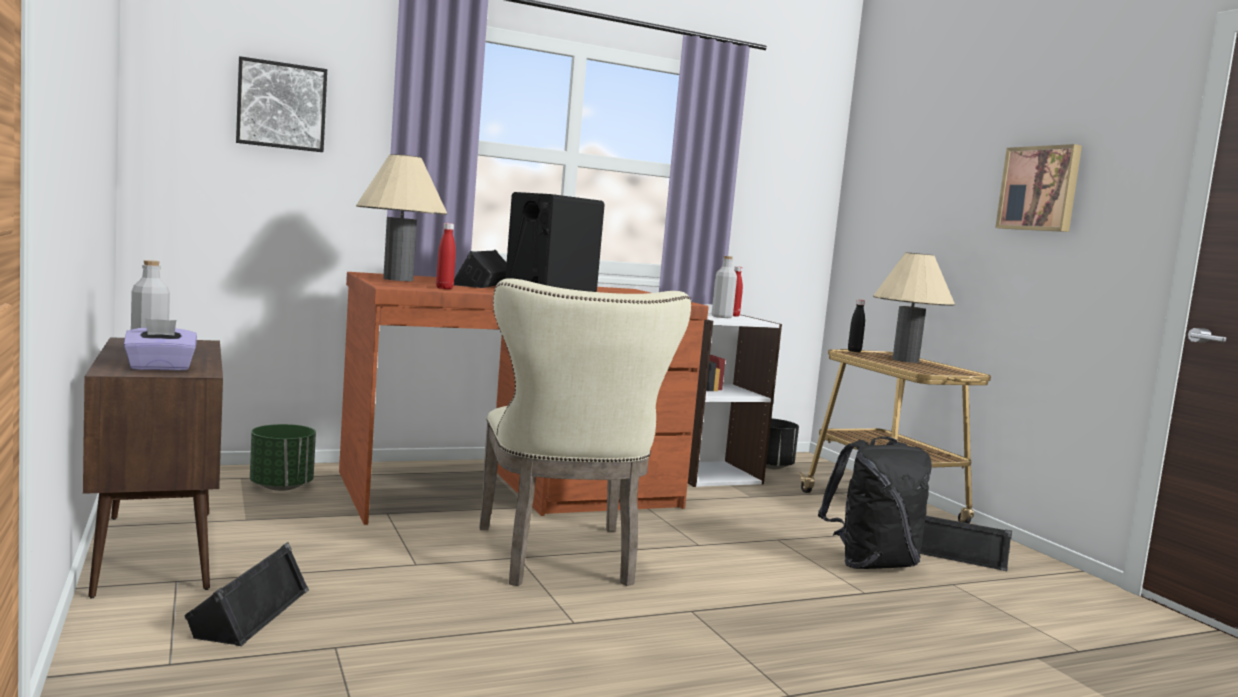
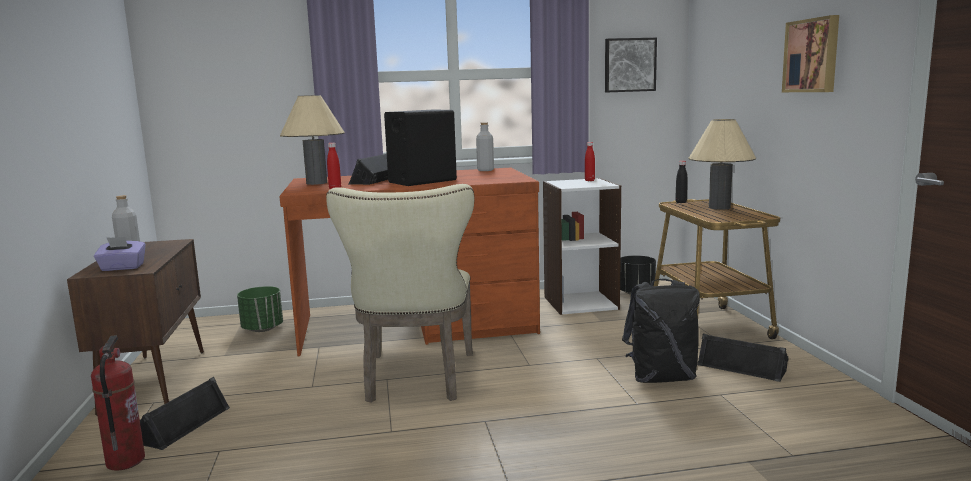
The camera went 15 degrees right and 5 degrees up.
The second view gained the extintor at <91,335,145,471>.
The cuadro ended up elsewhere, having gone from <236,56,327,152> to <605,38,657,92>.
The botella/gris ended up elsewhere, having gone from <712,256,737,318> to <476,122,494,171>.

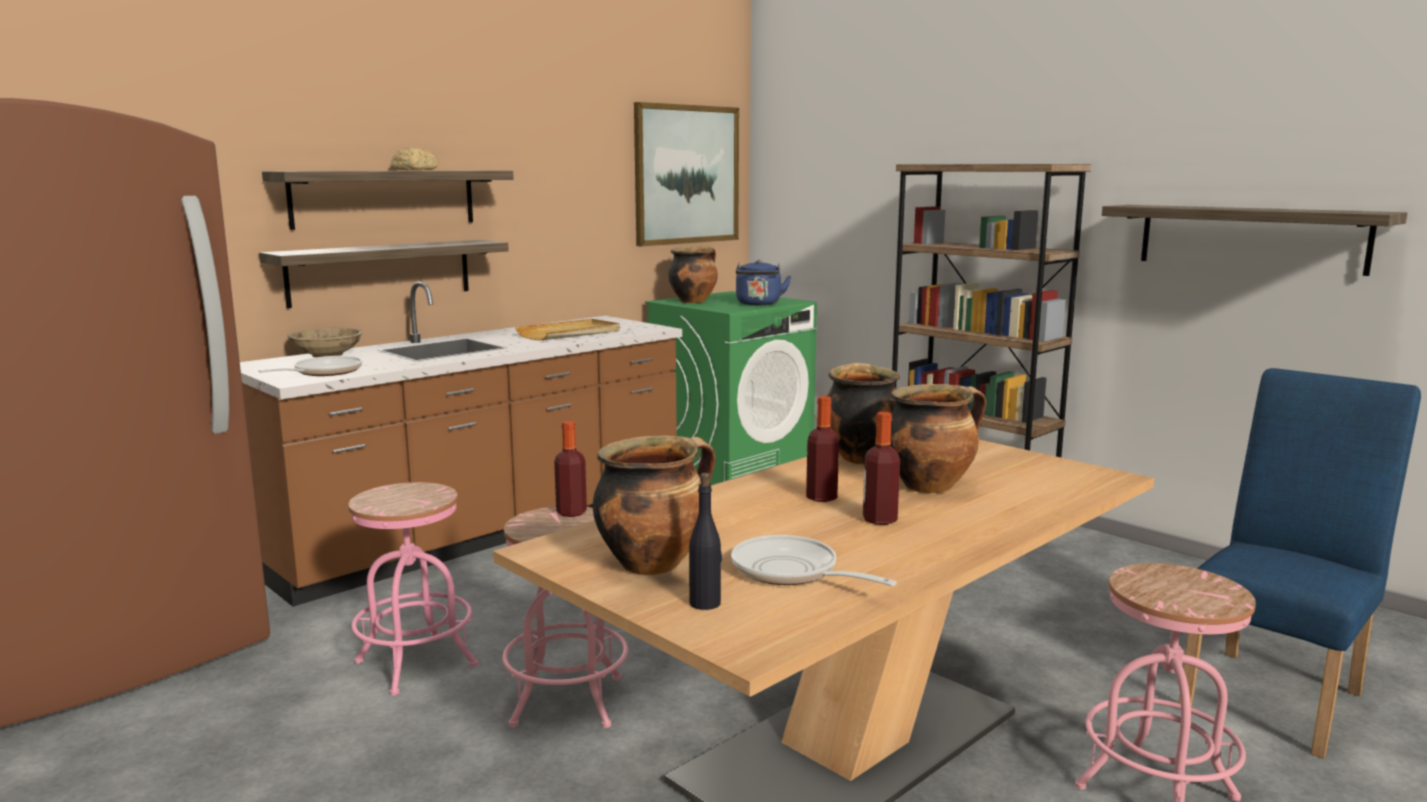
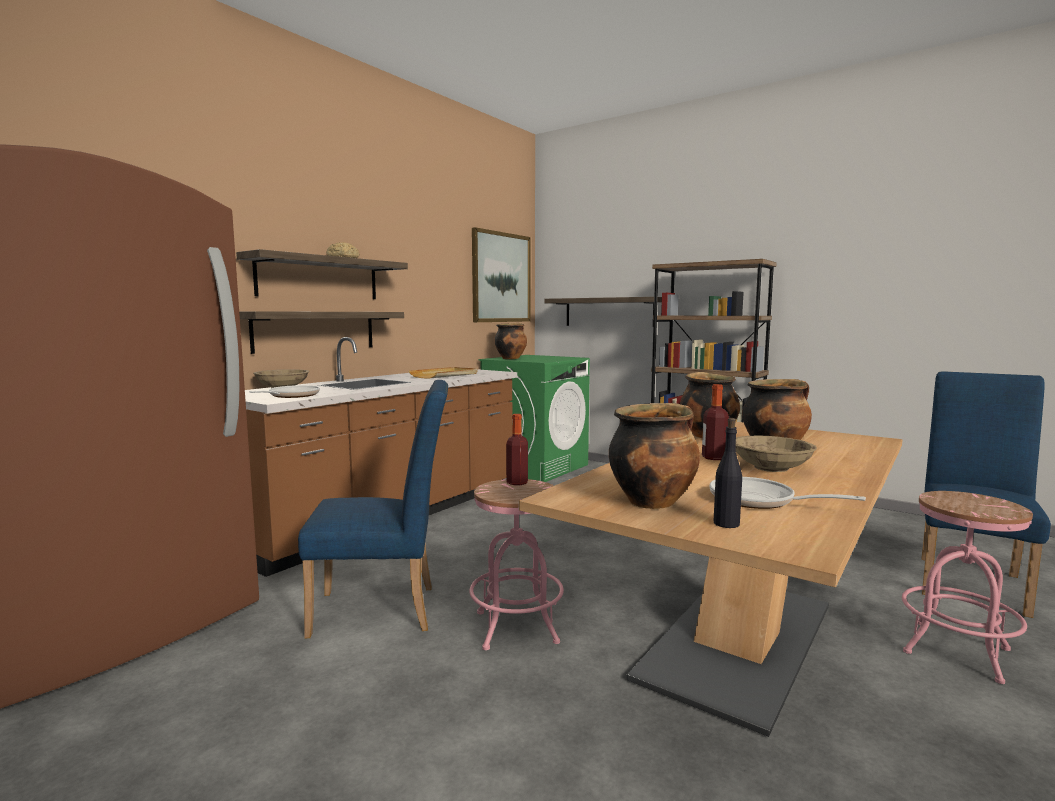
The camera went 10 degrees left and 5 degrees down.
The second view lost the hervidor/azul at <736,260,791,305>.
The estante ended up elsewhere, having gone from <1102,205,1407,276> to <544,297,662,326>.
Where the taburete/rosa stood at <348,482,478,696>, the silla/azul came to stand at <298,380,448,639>.
Where the botella stood at <863,412,900,525>, the cuenco/beis came to stand at <735,435,817,472>.

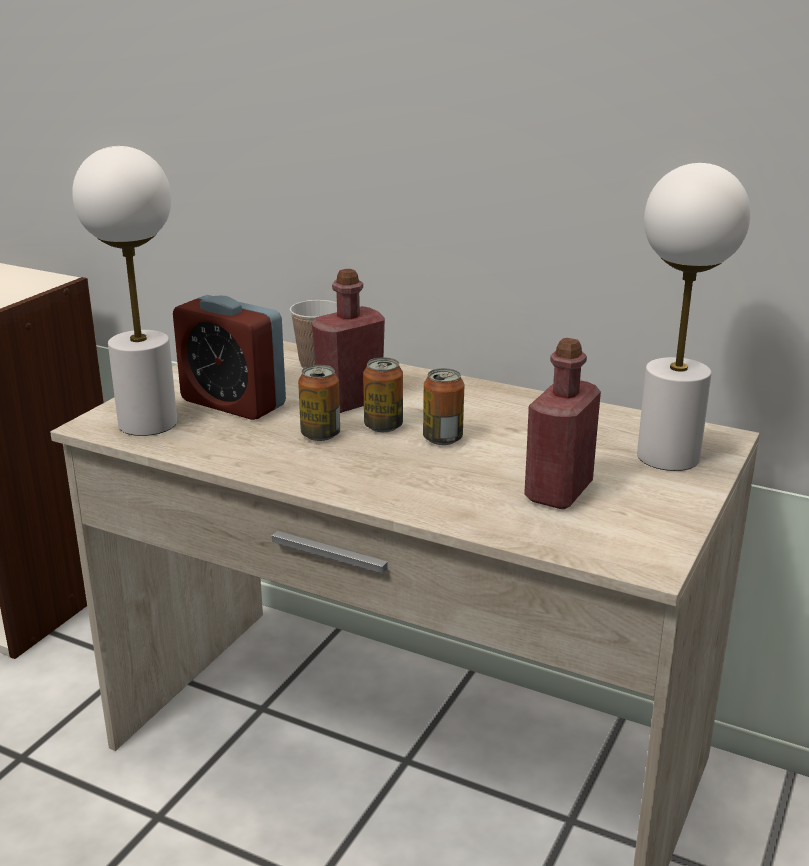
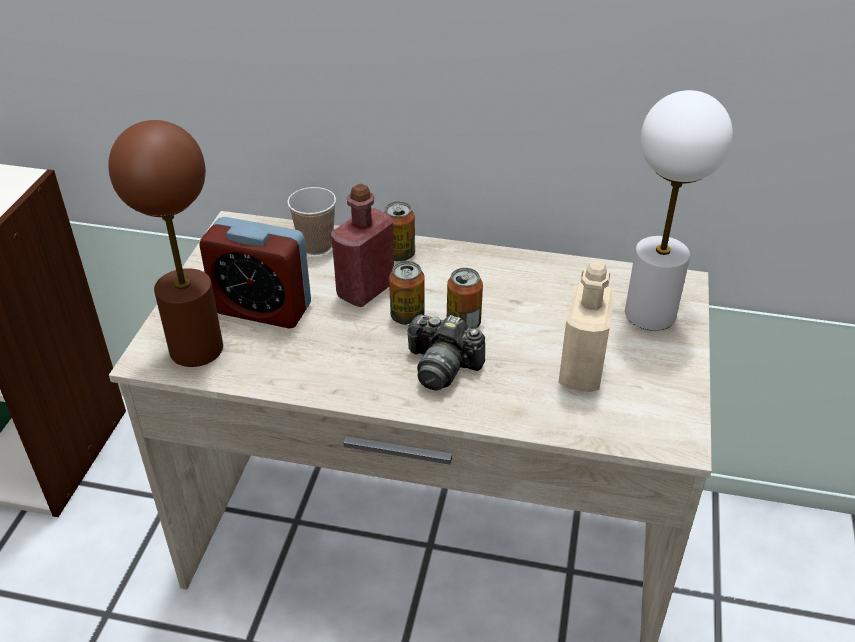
The camera went 15 degrees left and 15 degrees up.
The second view gained the cámara at <407,314,485,391>.
The lata ended up elsewhere, having gone from <298,365,340,441> to <384,202,415,262>.
What was the lámpara de mesa/blanco at <72,146,177,436> turned into the lámpara de mesa/marrón at <108,120,223,367>.
What was the botella/rojo at <524,338,601,509> turned into the botella/beis at <558,261,615,392>.

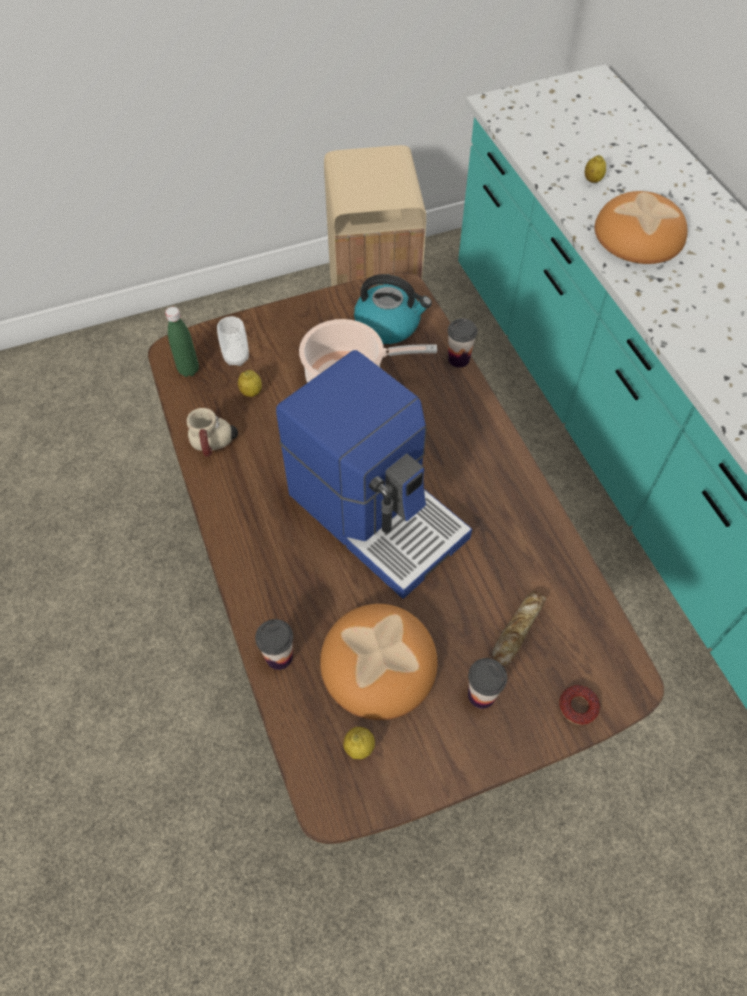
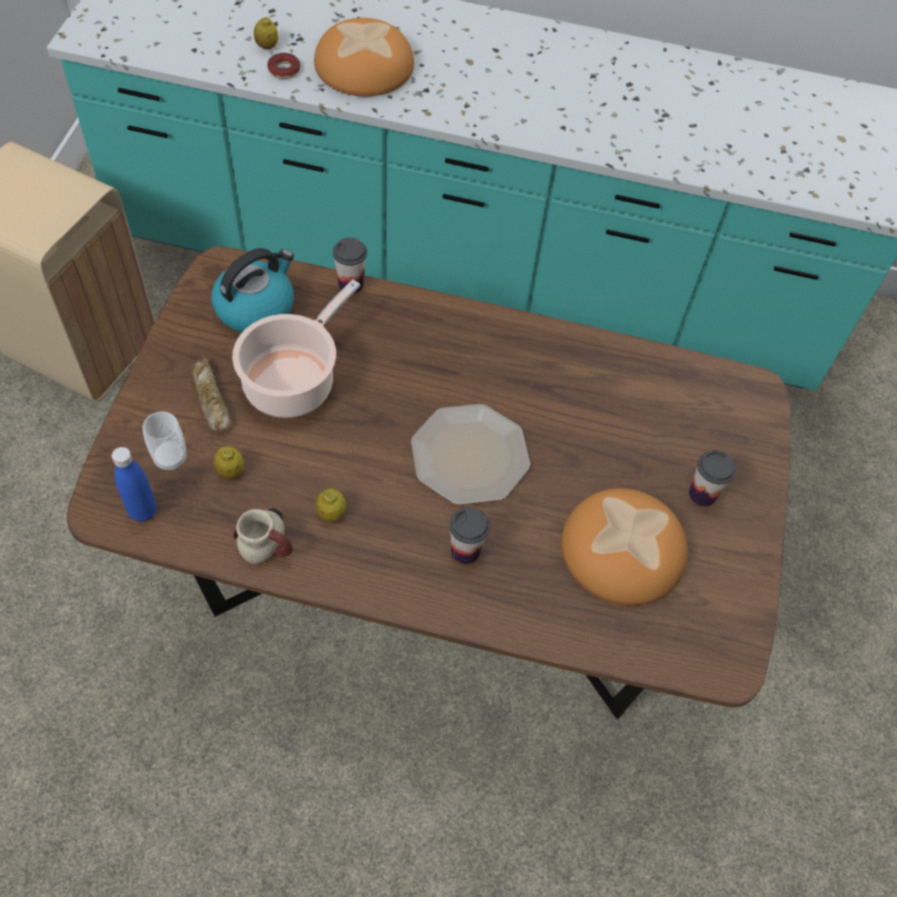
The camera went 60 degrees left and 0 degrees up.
The taza ended up elsewhere, having gone from <255,619,293,670> to <449,507,490,564>.
The limón ended up elsewhere, having gone from <343,727,375,759> to <315,488,346,522>.
The pan ended up elsewhere, having gone from <492,591,547,666> to <192,357,231,433>.
The rosquilla ended up elsewhere, having gone from <559,685,600,725> to <267,53,300,79>.
Where the cafetera stood at <276,350,472,599>, the plato came to stand at <411,404,530,505>.
What was the botella/verde at <165,307,199,377> turned into the botella/azul at <112,447,157,522>.

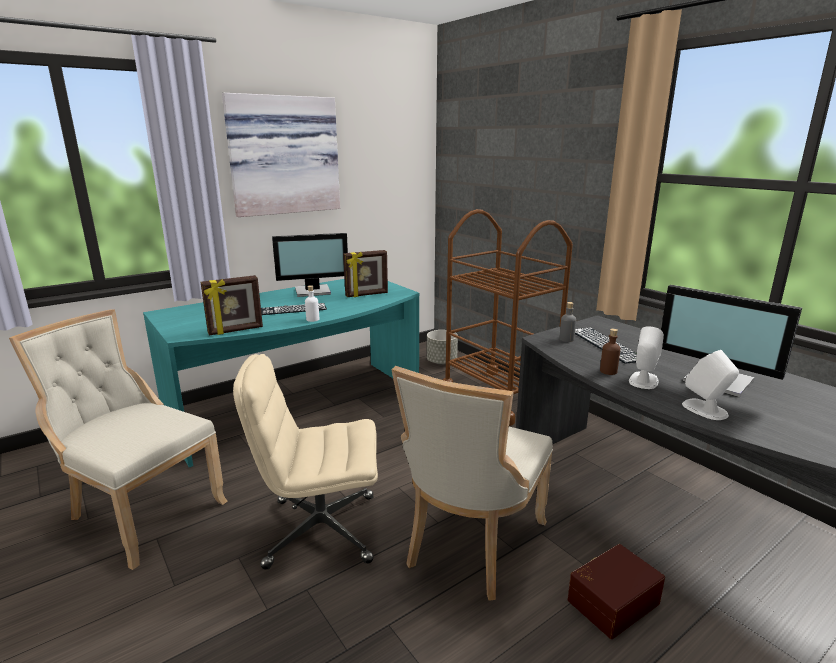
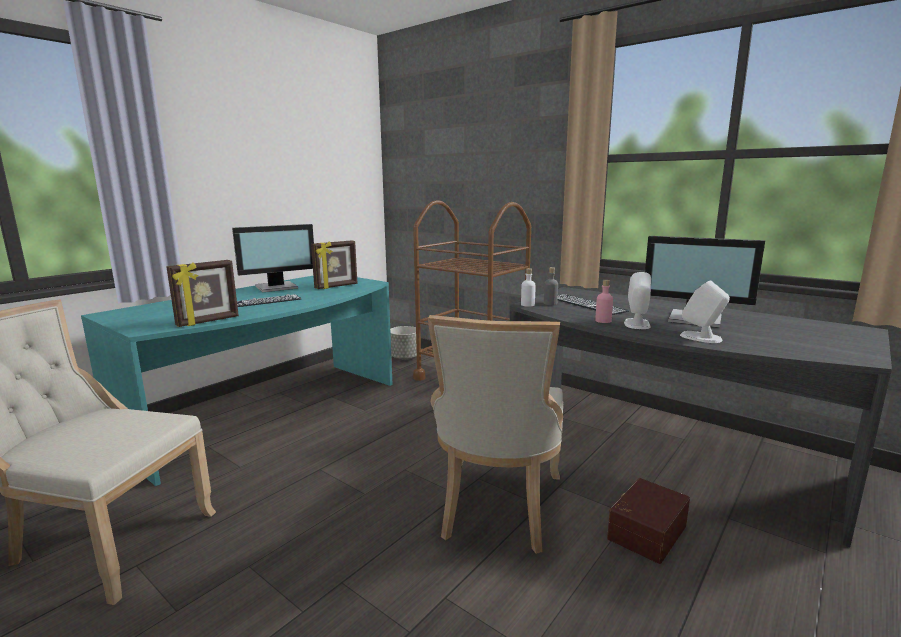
The camera went 15 degrees left and 5 degrees down.
The second view lost the cuadro at <222,93,340,217>.
The second view lost the silla de oficina/beis at <233,354,378,570>.
The botella/blanco ended up elsewhere, having gone from <305,285,319,322> to <521,268,536,307>.
What was the botella/marrón at <600,329,621,375> turned into the botella/rosa at <595,280,613,323>.

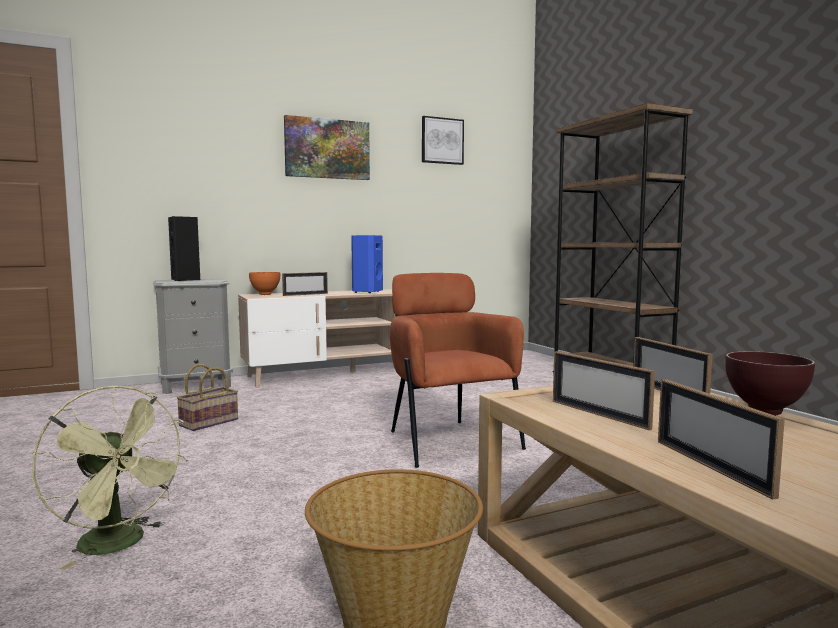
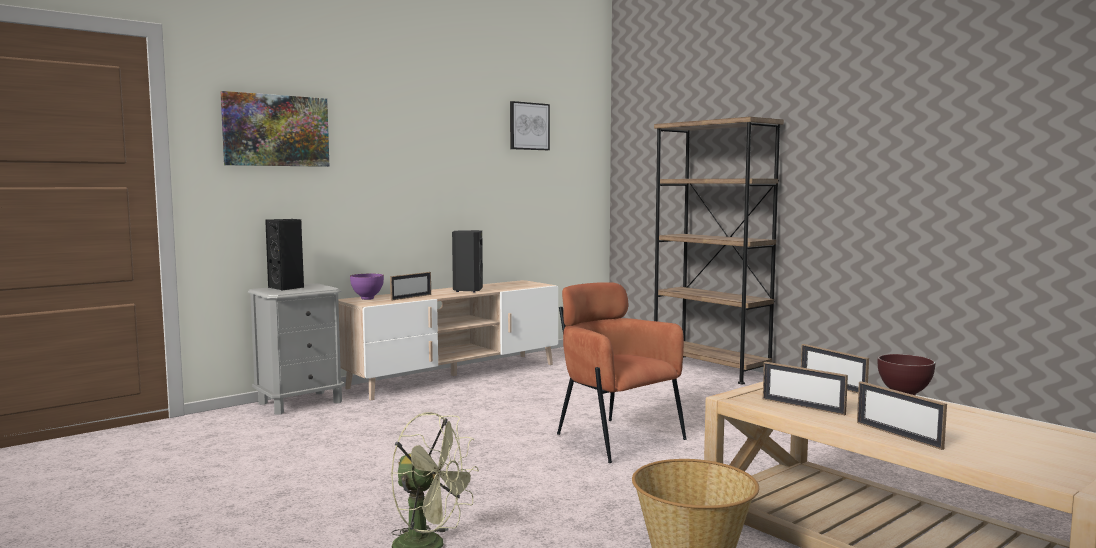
The camera went 15 degrees left and 0 degrees up.
The second view lost the cesta at <177,364,238,431>.
The cuadro ended up elsewhere, having gone from <284,115,370,180> to <220,91,330,167>.
What was the cuenco/naranja at <249,272,280,295> turned into the cuenco/morado at <350,274,384,300>.
What was the altavoz/azul at <351,235,383,293> turned into the altavoz/negro at <452,230,483,292>.

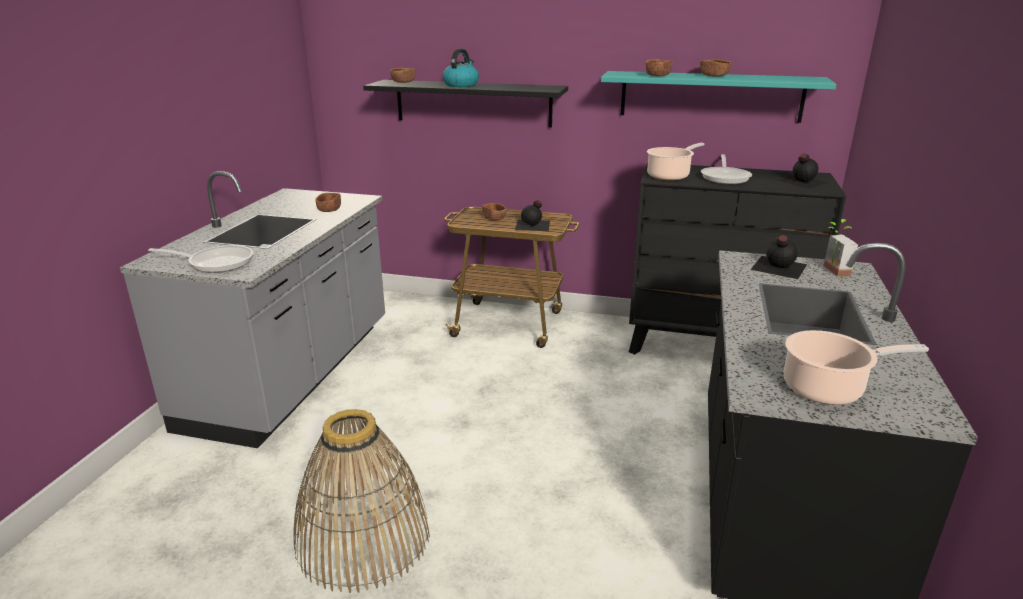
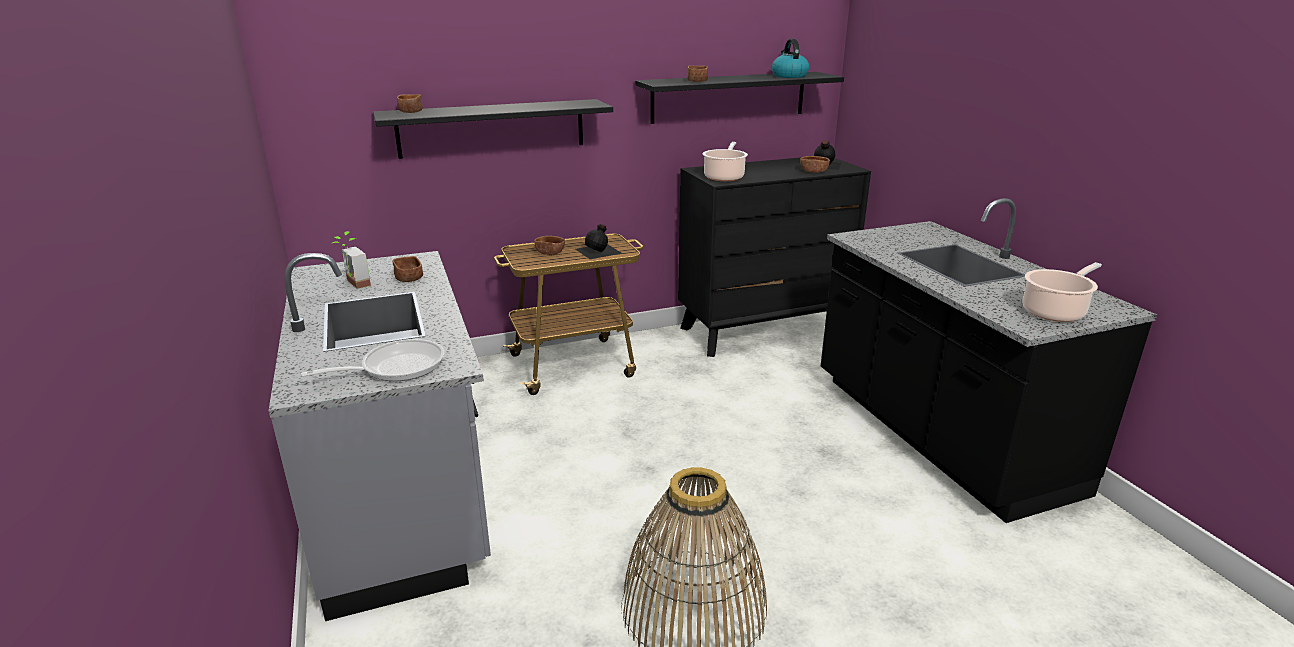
The camera went 35 degrees left and 0 degrees up.
The second view lost the sartén at <701,154,752,184>.
The second view lost the botella/negro at <750,235,807,279>.
The hervidor ended up elsewhere, having gone from <443,49,479,87> to <772,39,809,78>.
The cuenco/marrón ended up elsewhere, having gone from <700,59,731,77> to <800,156,830,173>.
The planta en maceta ended up elsewhere, having gone from <824,219,858,277> to <333,231,371,289>.
What was the estante/turquesa at <601,71,837,123> turned into the estante/negro at <635,72,844,124>.

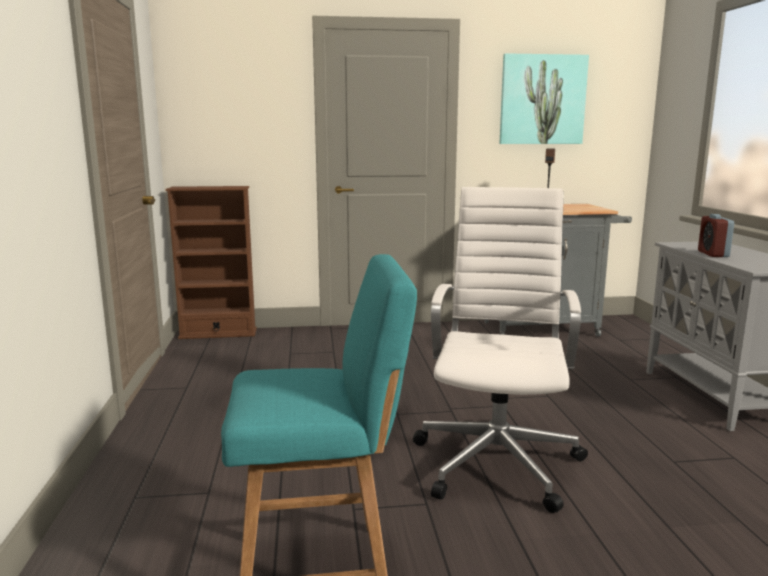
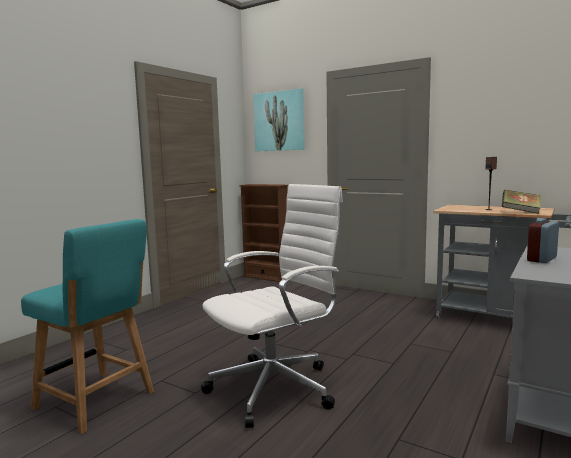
The camera went 40 degrees right and 5 degrees down.
The second view gained the libro at <502,190,541,214>.
The cuadro ended up elsewhere, having gone from <499,53,589,144> to <253,88,304,151>.

